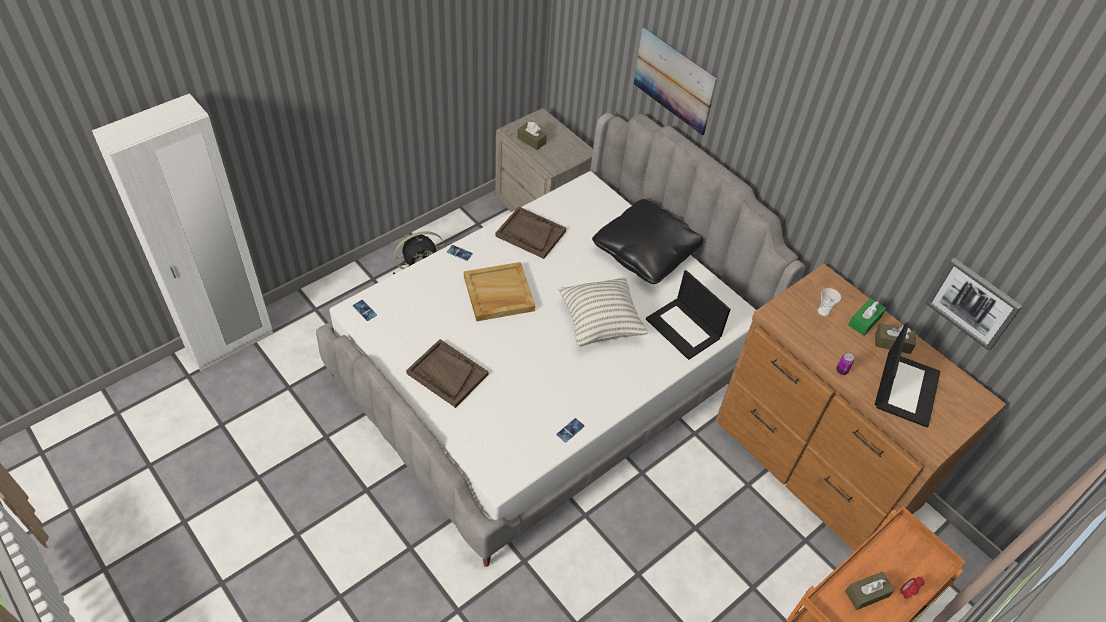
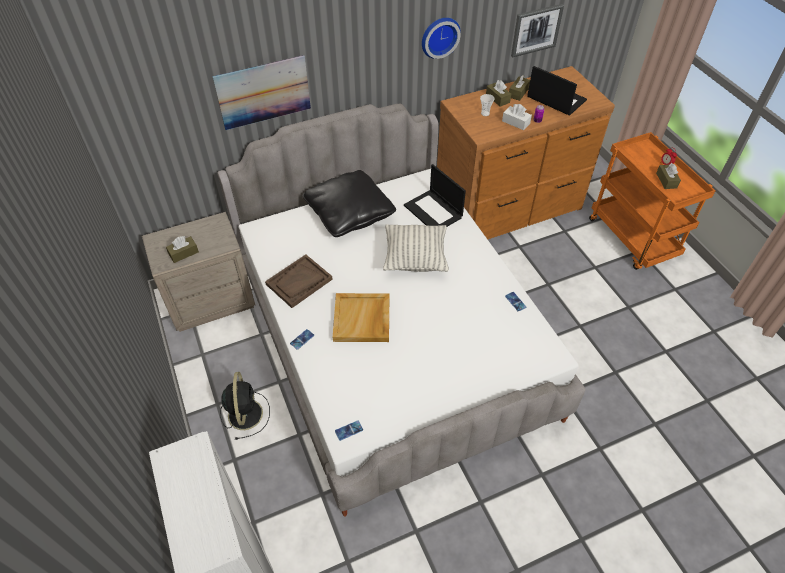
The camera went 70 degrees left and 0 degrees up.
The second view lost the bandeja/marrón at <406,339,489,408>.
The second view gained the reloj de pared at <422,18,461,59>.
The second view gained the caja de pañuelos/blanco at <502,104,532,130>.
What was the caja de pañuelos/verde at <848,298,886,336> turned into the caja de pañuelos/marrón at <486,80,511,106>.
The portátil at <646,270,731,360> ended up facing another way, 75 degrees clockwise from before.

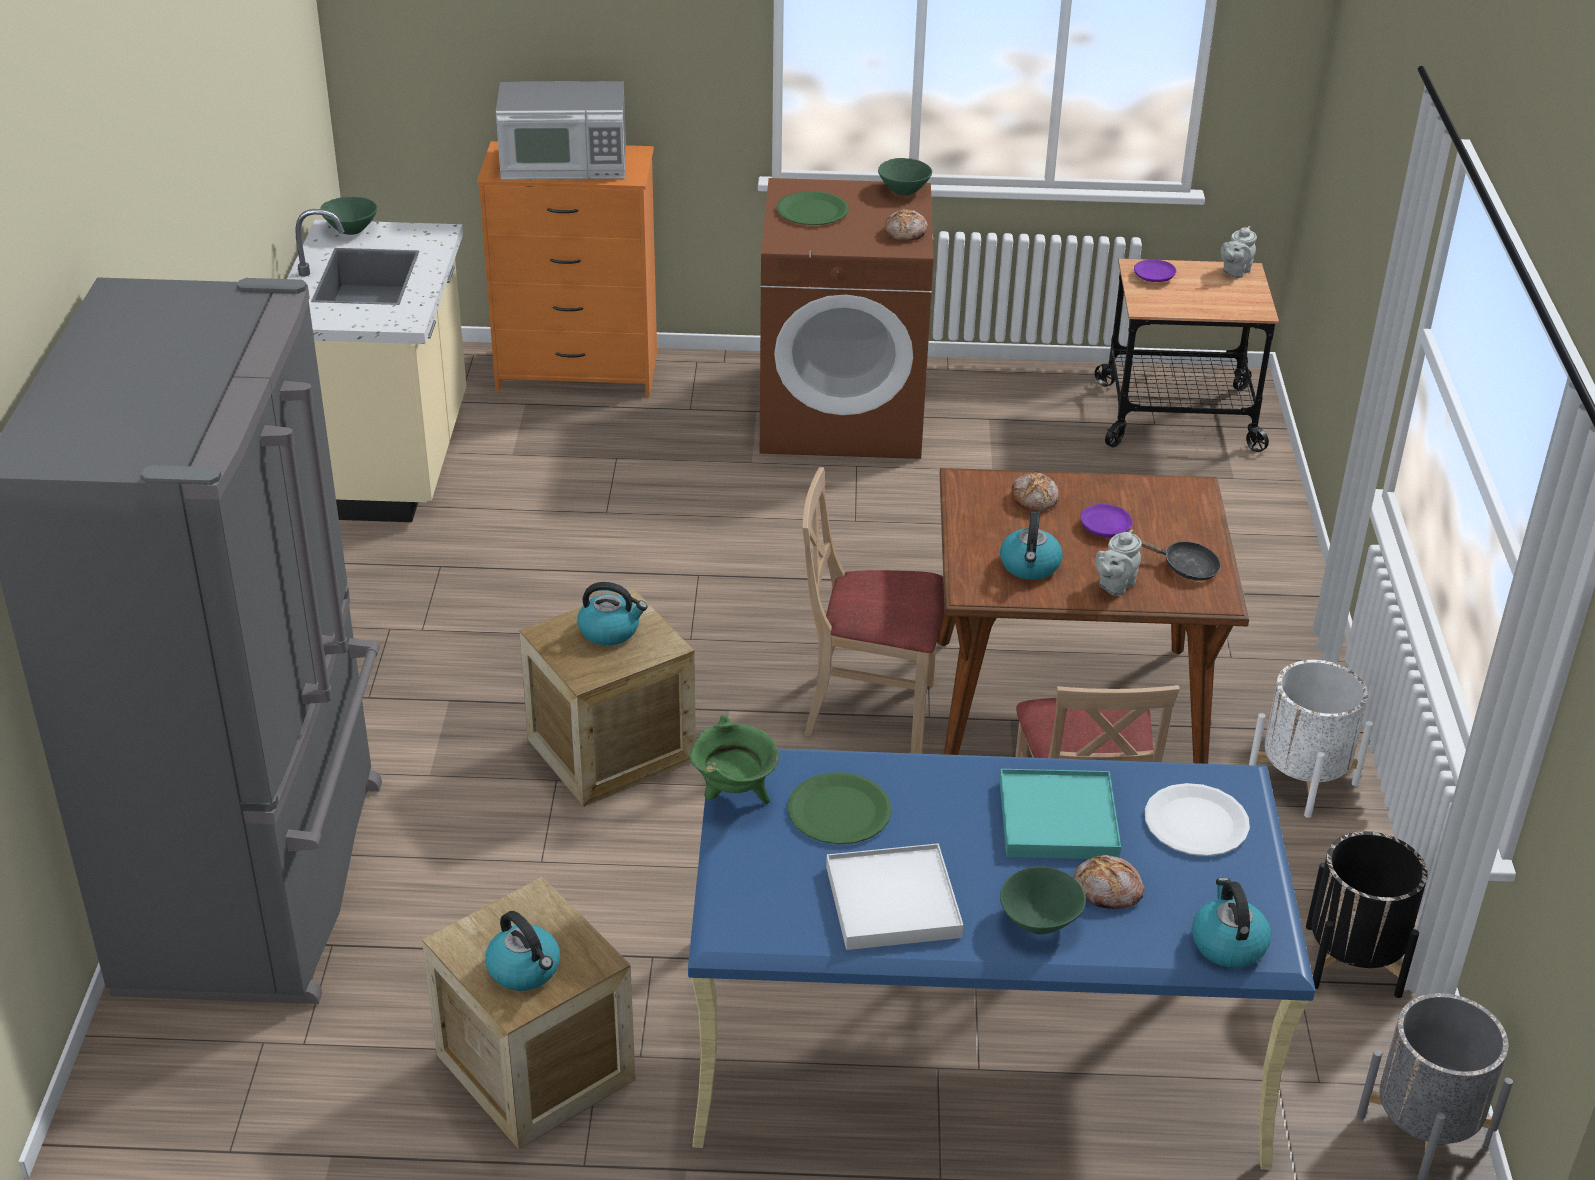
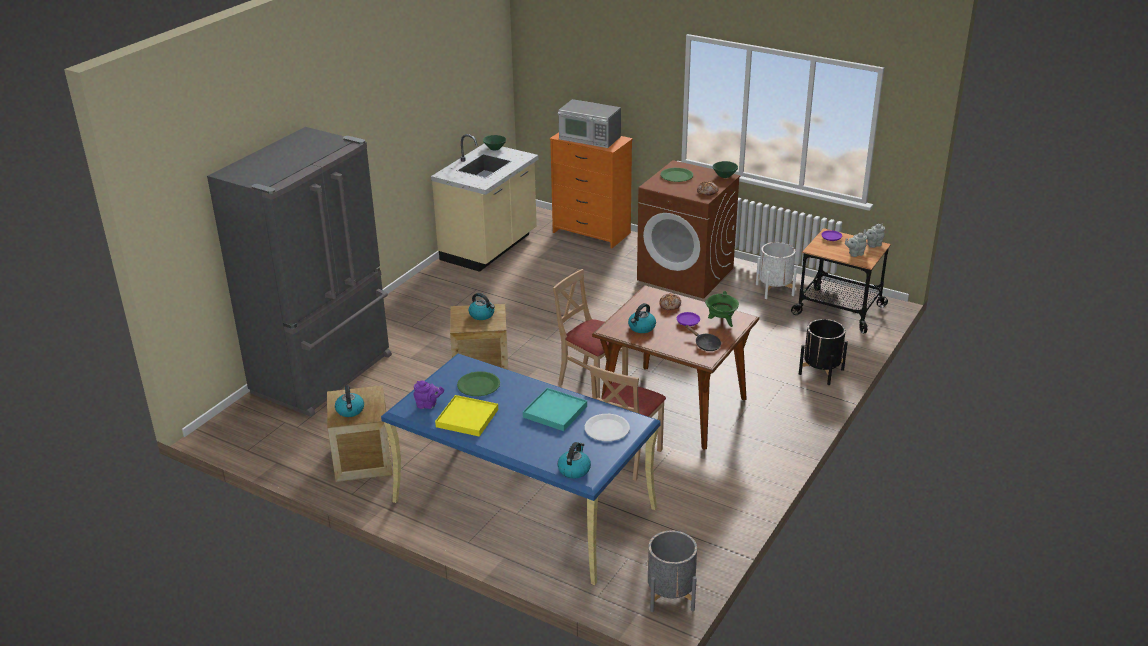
The camera went 30 degrees right and 5 degrees down.
The second view lost the cuenco/verde at <1000,866,1086,935>.
The second view lost the pan at <1074,855,1145,909>.
The second view gained the tetera/morado at <414,380,444,409>.
The olla/verde ended up elsewhere, having gone from <690,714,779,804> to <705,291,739,327>.
The tetera/gris ended up elsewhere, having gone from <1095,530,1142,595> to <845,233,867,257>.
The maceta/blanco ended up elsewhere, having gone from <1249,660,1373,818> to <756,242,797,299>.
The maceta/negro ended up elsewhere, having gone from <1306,831,1428,998> to <799,319,848,385>.
What was the bandeja/blanco at <826,843,963,950> turned into the bandeja/amarillo at <435,395,498,437>.

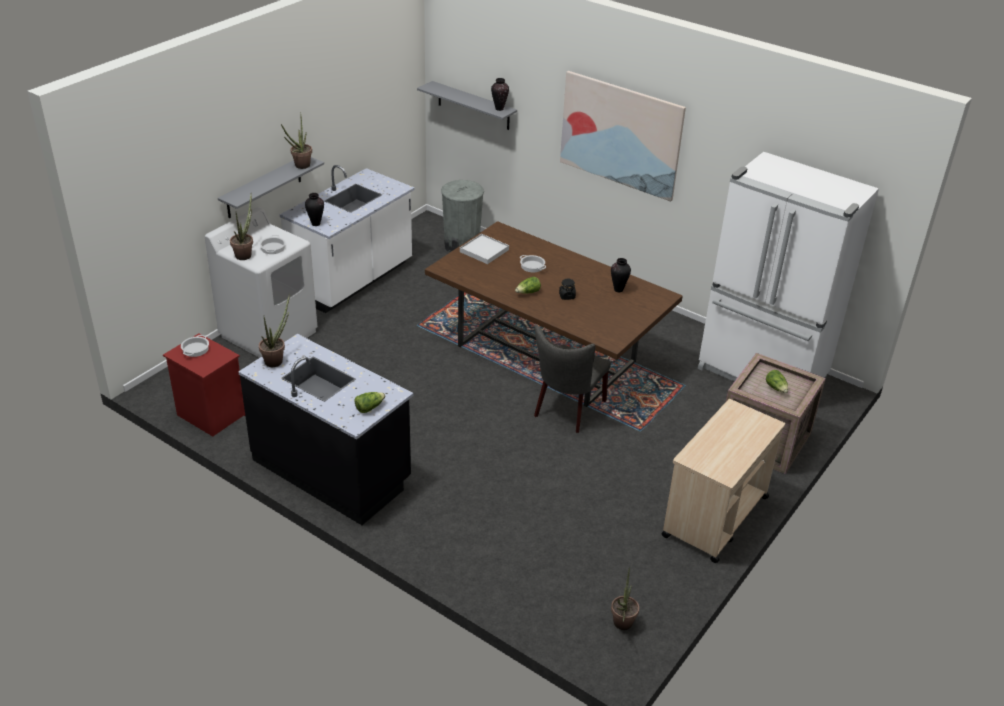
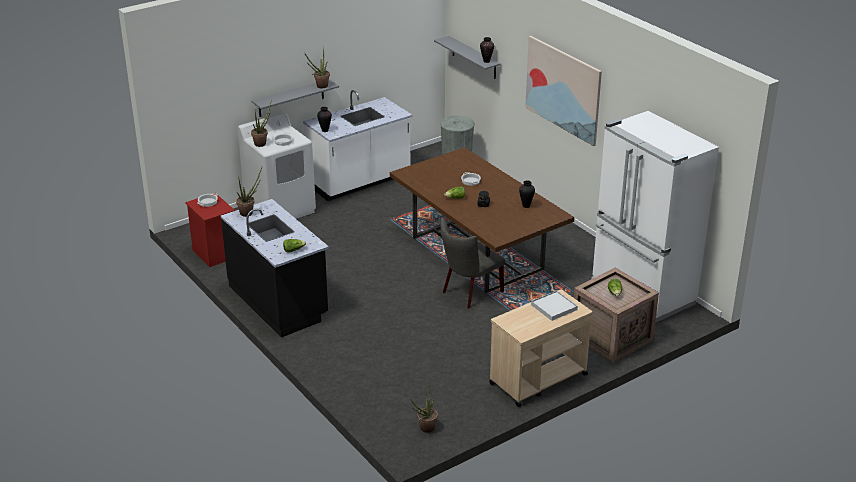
The camera went 20 degrees right and 5 degrees down.
The bandeja/blanco ended up elsewhere, having gone from <460,234,509,264> to <531,291,578,321>.

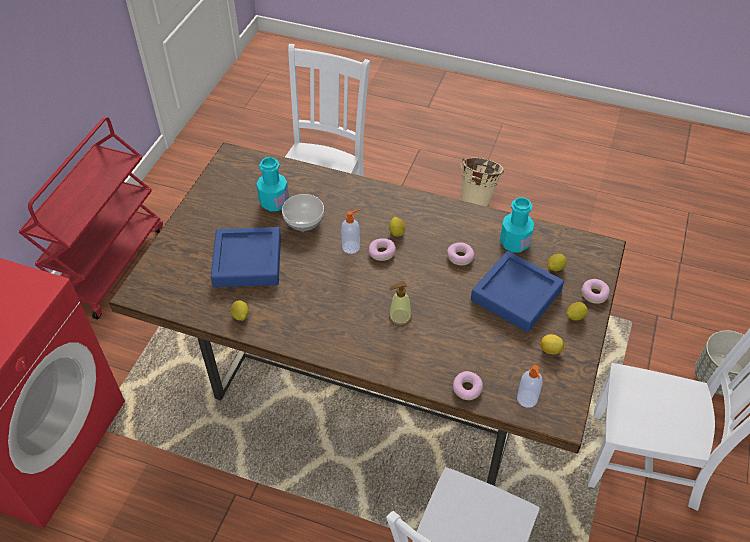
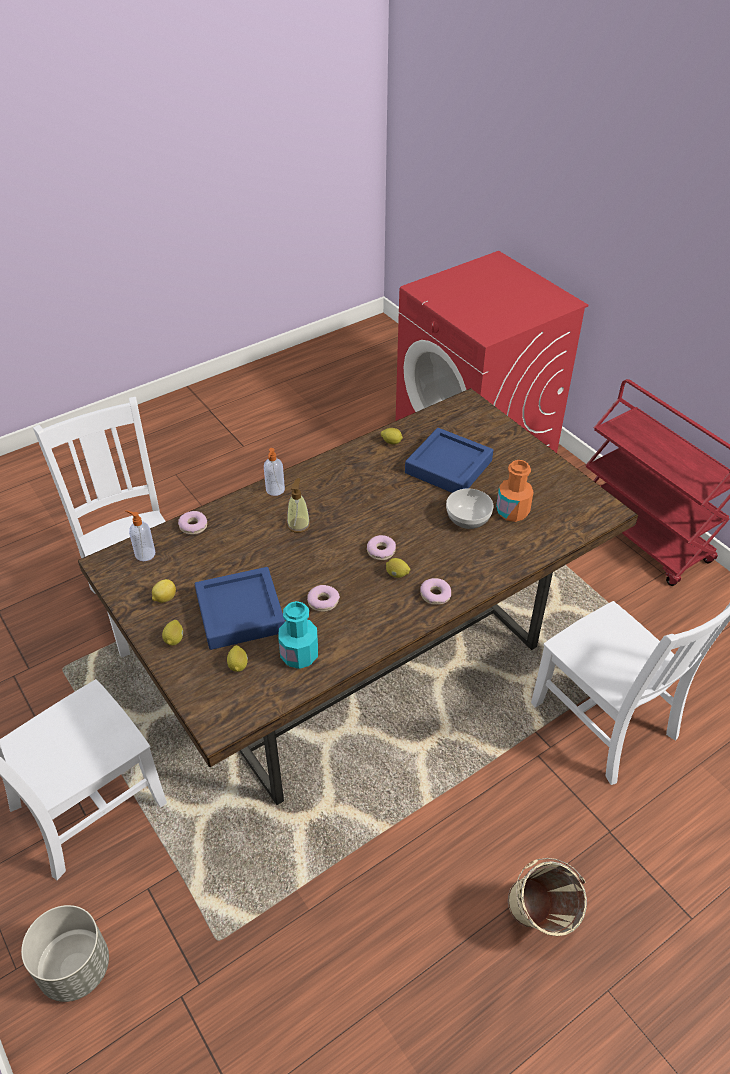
The camera went 125 degrees right and 5 degrees down.
The dispensador de jabón ended up elsewhere, having gone from <341,209,360,254> to <264,448,285,496>.
The rosquilla ended up elsewhere, having gone from <582,279,610,304> to <420,578,451,605>.
What was the botella/turquesa at <256,157,289,211> turned into the botella/naranja at <496,460,534,522>.

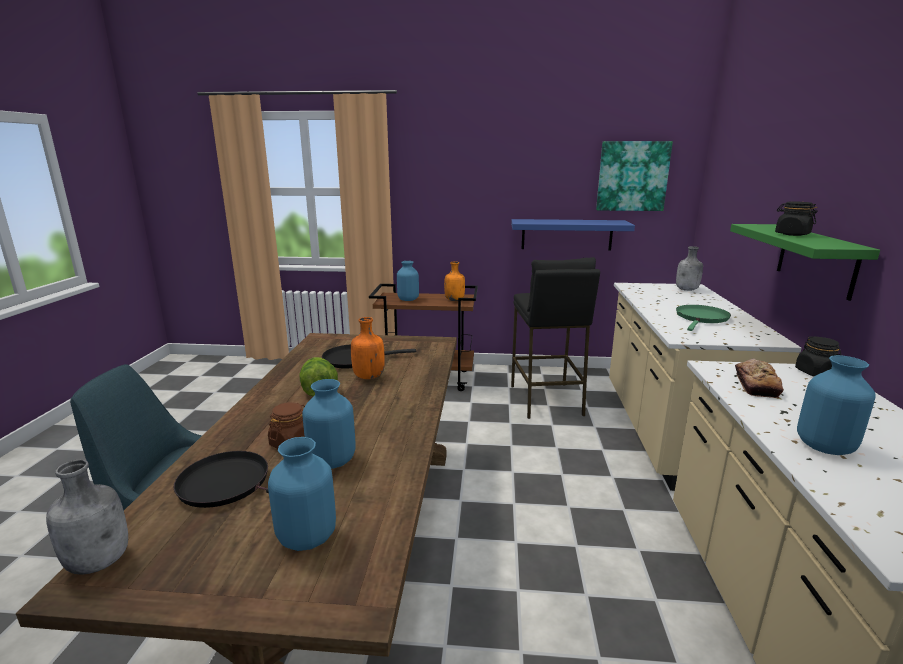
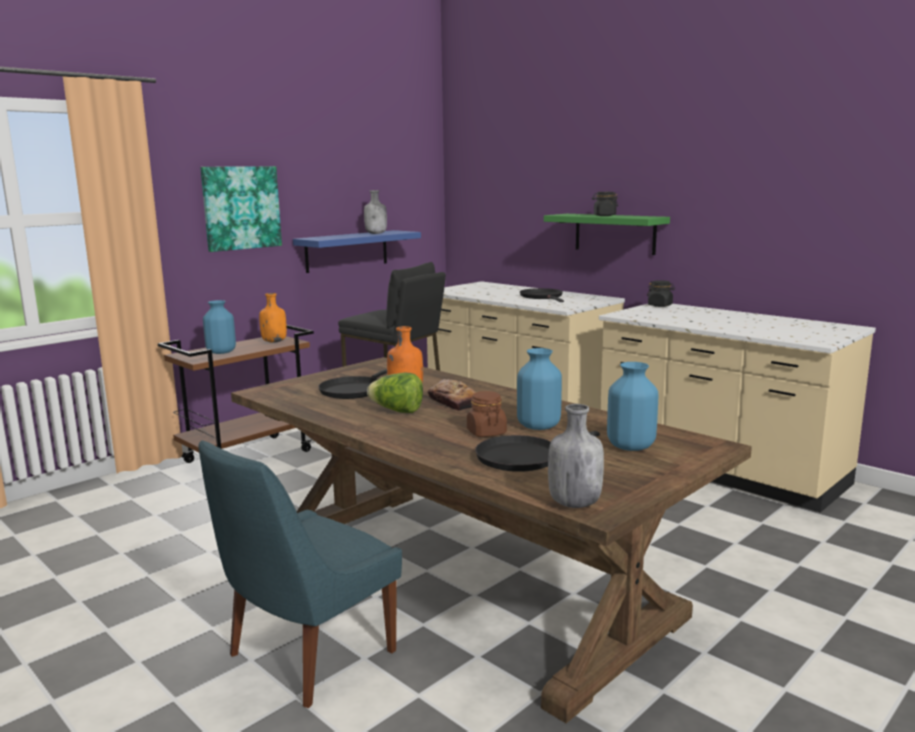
The camera went 50 degrees left and 5 degrees down.
The second view lost the florero/azul at <797,355,876,455>.
The cuadro ended up elsewhere, having gone from <596,141,673,211> to <200,166,282,252>.
The botella/gris ended up elsewhere, having gone from <676,246,703,291> to <364,190,387,234>.
The pan ended up elsewhere, having gone from <735,359,784,398> to <428,379,476,411>.
What was the sartén/verde at <676,305,731,331> turned into the sartén/negro at <520,288,564,302>.

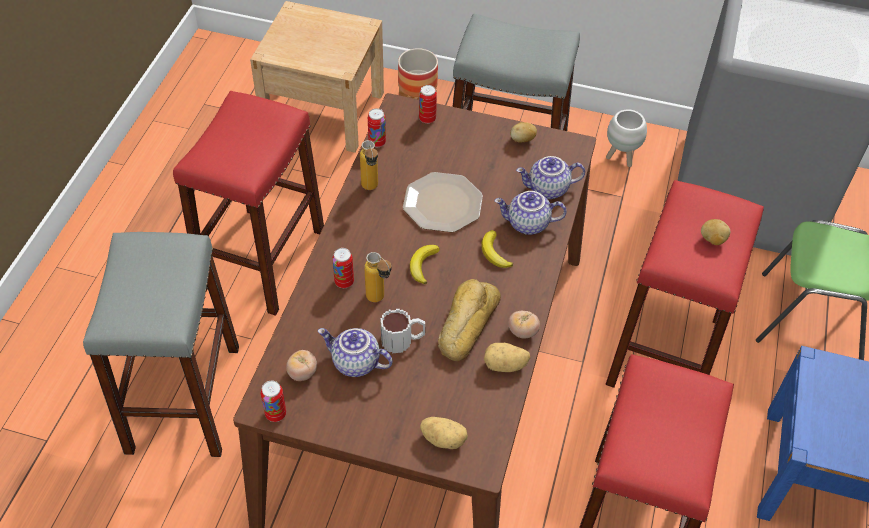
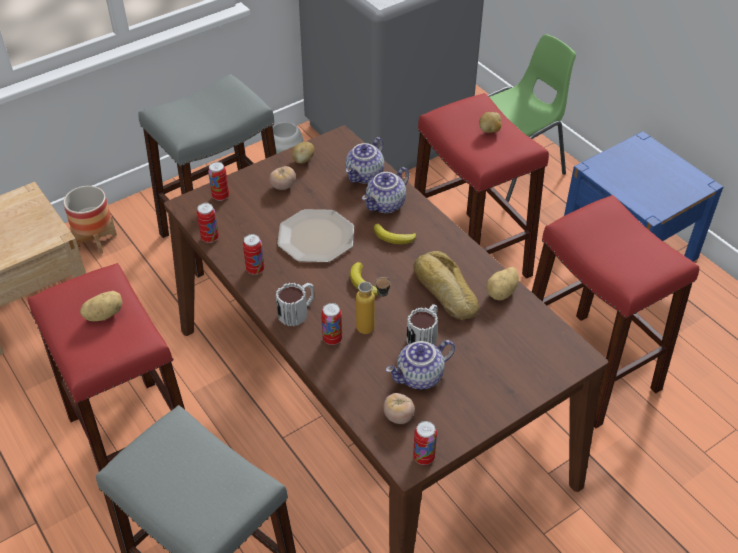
The camera went 50 degrees left and 5 degrees down.
The second view gained the taza grande at <276,283,314,327>.
The patata ended up elsewhere, having gone from <420,417,468,449> to <80,291,123,321>.
The tomate ended up elsewhere, having gone from <508,311,540,338> to <269,166,296,190>.
Where the botella stood at <360,140,378,190>, the lata came to stand at <243,234,264,275>.

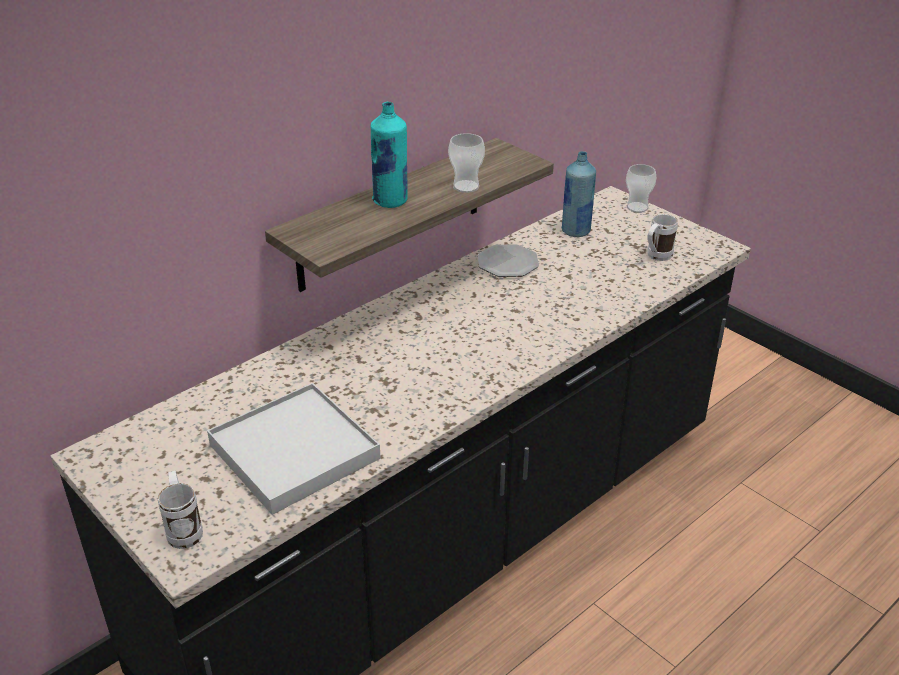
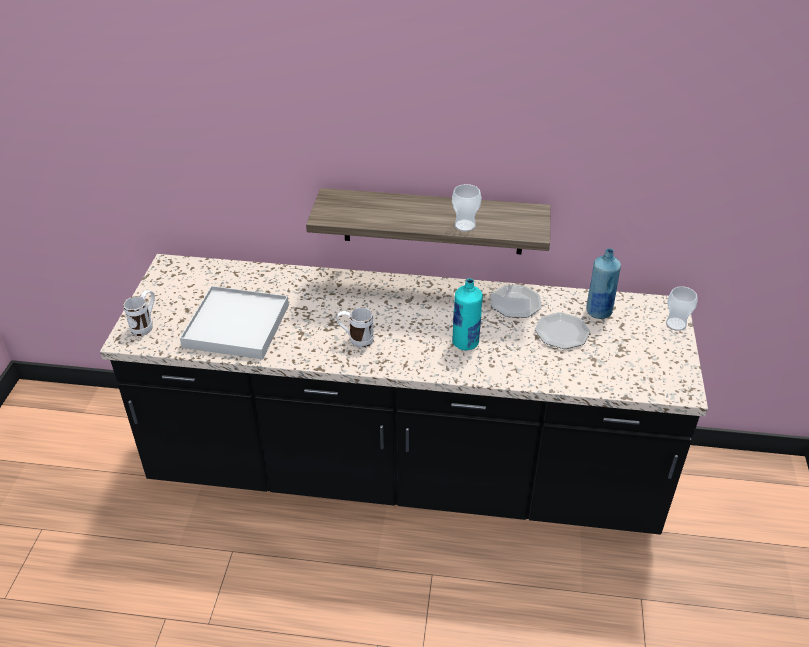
The camera went 50 degrees right and 5 degrees up.
The second view gained the plato at <535,312,590,349>.
The botella/turquesa ended up elsewhere, having gone from <371,102,408,208> to <452,278,483,350>.
The taza grande/blanco ended up elsewhere, having gone from <647,214,678,261> to <337,307,374,348>.

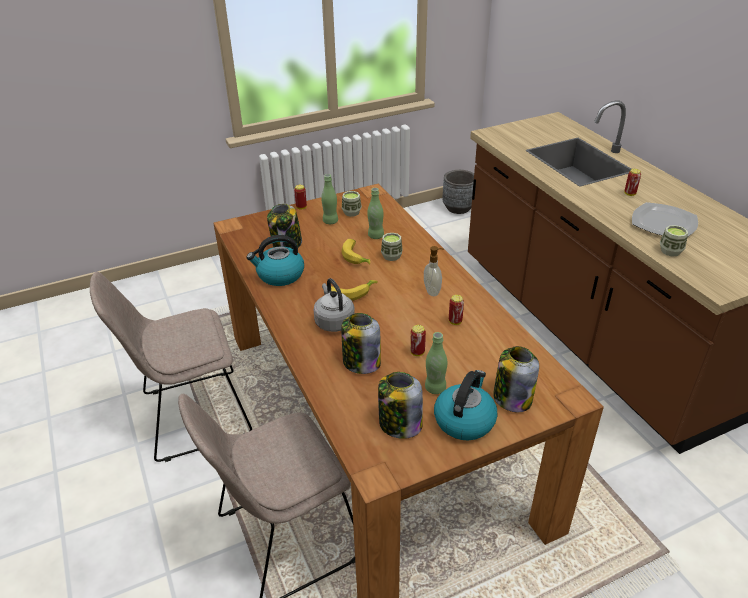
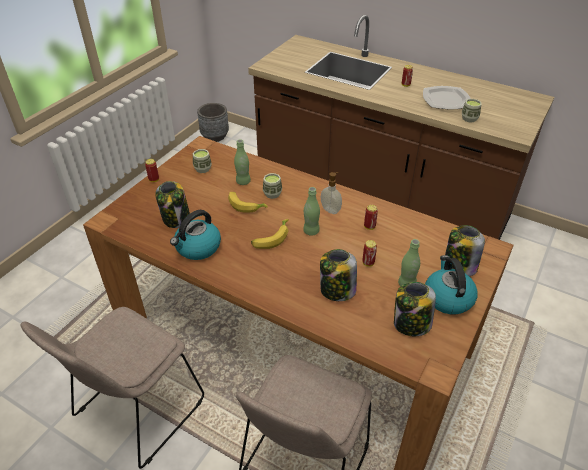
The camera went 35 degrees left and 5 degrees up.
The second view lost the hervidor/gris at <314,278,355,332>.
The botella/verde ended up elsewhere, having gone from <321,174,338,224> to <303,187,320,236>.

